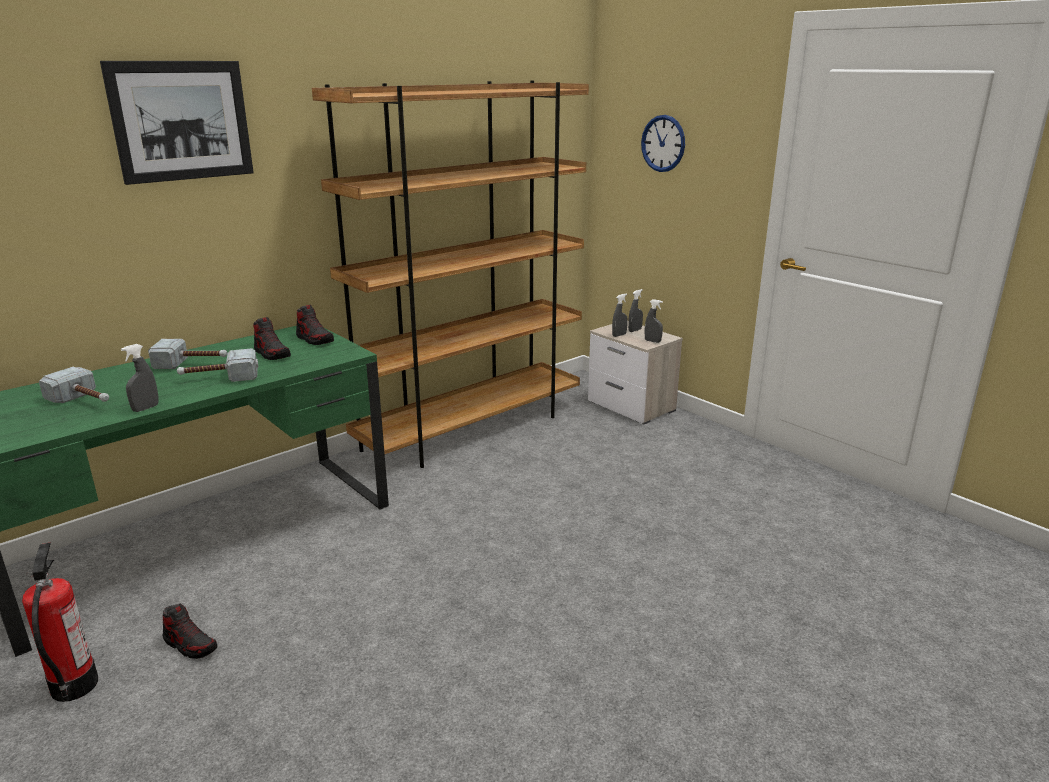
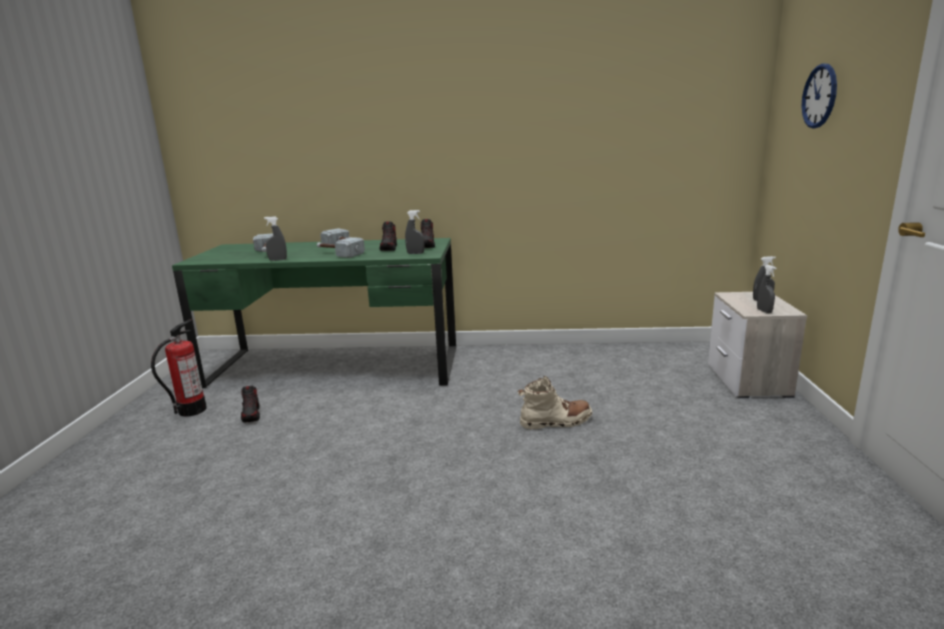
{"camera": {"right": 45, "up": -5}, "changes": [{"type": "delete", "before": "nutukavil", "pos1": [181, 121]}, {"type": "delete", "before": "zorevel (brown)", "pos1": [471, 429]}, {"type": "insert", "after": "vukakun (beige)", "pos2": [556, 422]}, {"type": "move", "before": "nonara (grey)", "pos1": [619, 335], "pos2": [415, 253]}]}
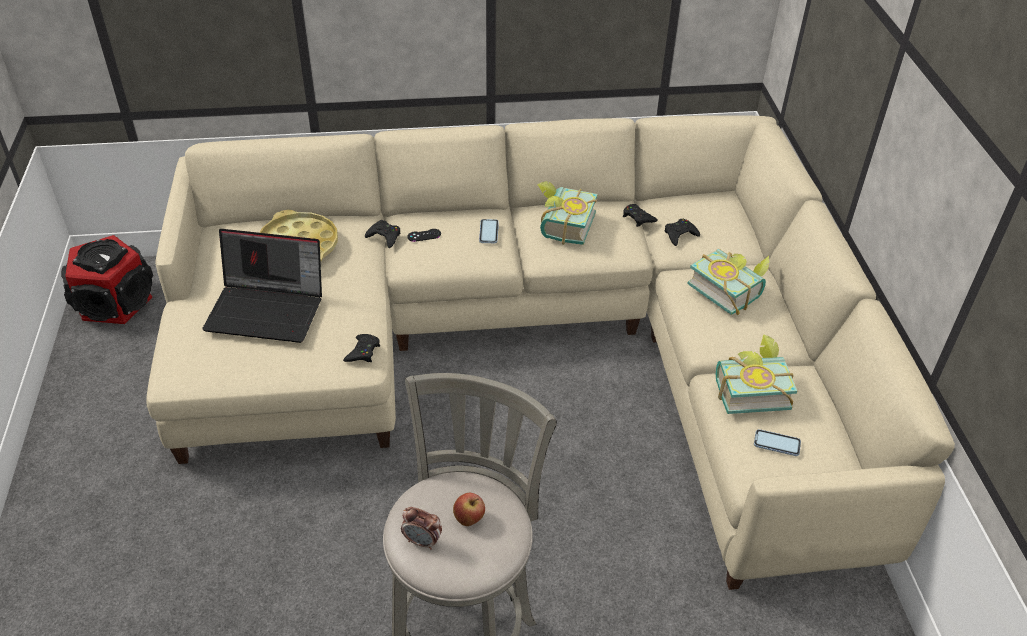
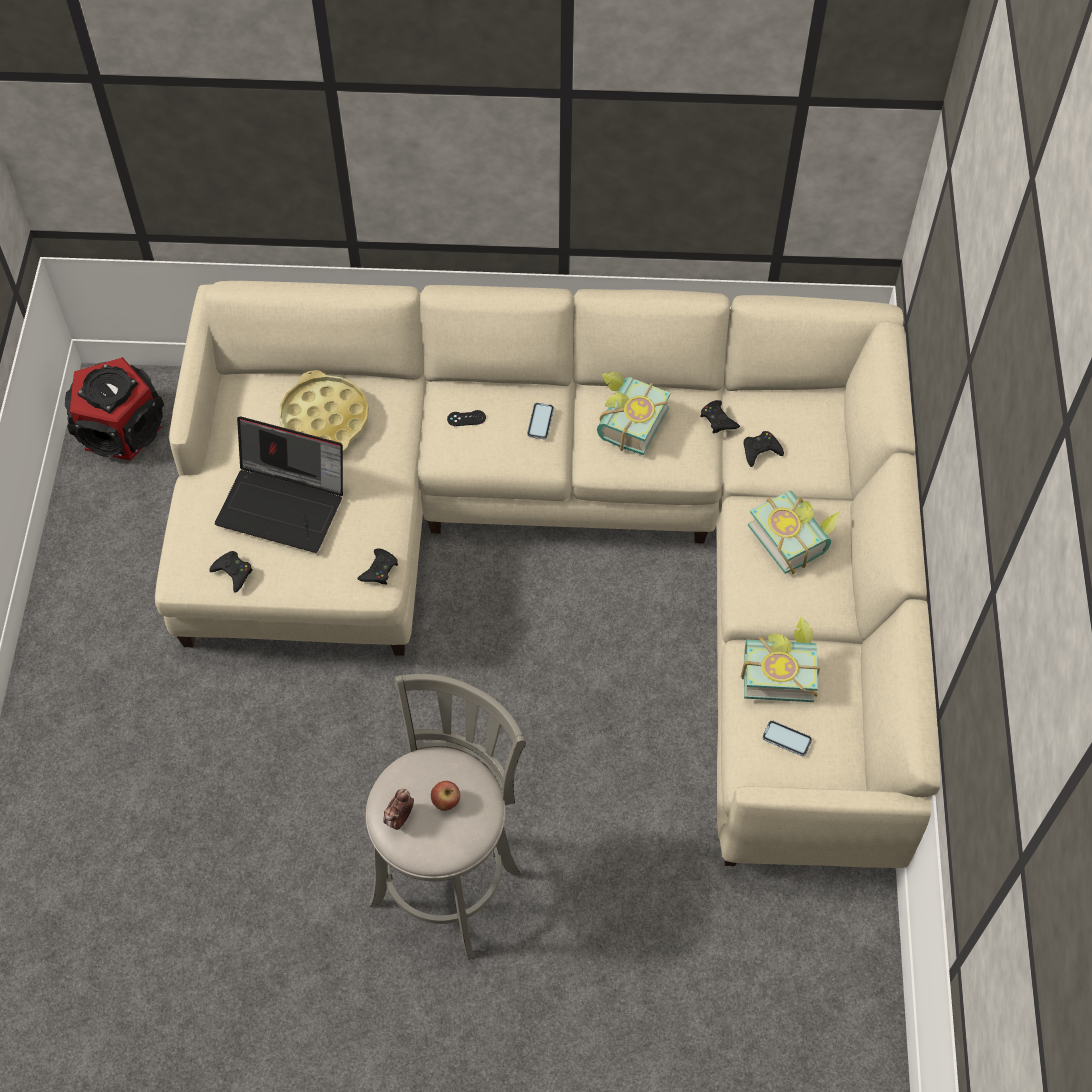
{"camera": {"right": 10, "up": 15}, "changes": [{"type": "move", "before": "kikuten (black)", "pos1": [384, 236], "pos2": [233, 572]}, {"type": "rotate", "before": "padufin", "pos1": [422, 541], "pos2": [400, 819], "turn": 90}]}
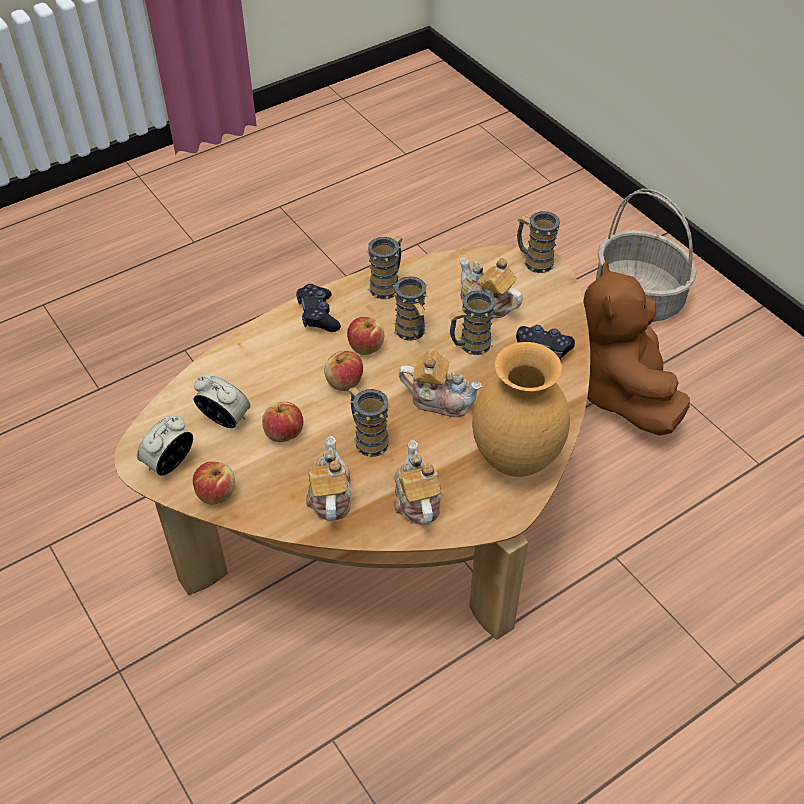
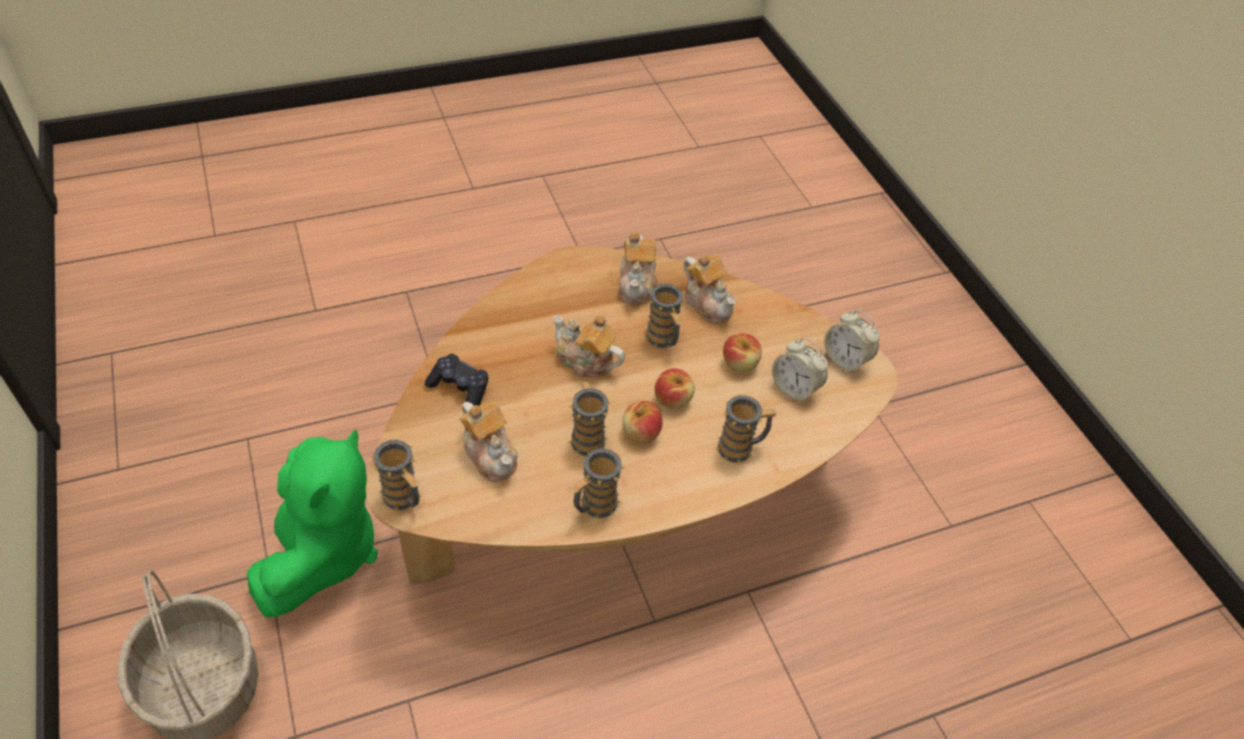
{"camera": {"right": -170, "up": 0}, "changes": [{"type": "delete", "before": "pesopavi", "pos1": [216, 493]}, {"type": "delete", "before": "kikuten (black)", "pos1": [318, 315]}, {"type": "delete", "before": "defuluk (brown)", "pos1": [517, 460]}, {"type": "move", "before": "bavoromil", "pos1": [470, 345], "pos2": [741, 448]}, {"type": "recolor", "before": "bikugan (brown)", "after": "bikugan (green)", "pos1": [621, 391], "pos2": [322, 552]}, {"type": "rotate", "before": "padufin", "pos1": [170, 463], "pos2": [845, 360], "turn": 90}, {"type": "rotate", "before": "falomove", "pos1": [329, 496], "pos2": [708, 303], "turn": -45}]}
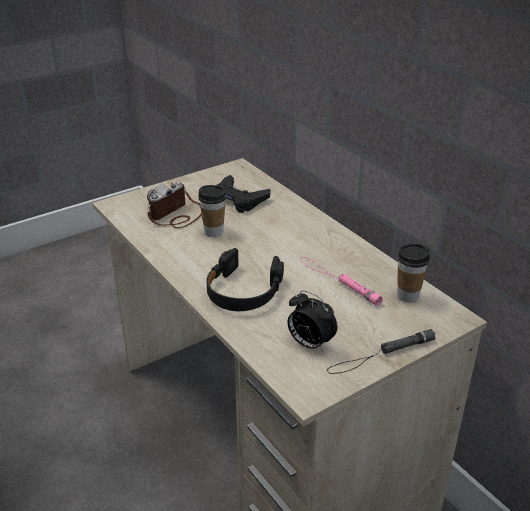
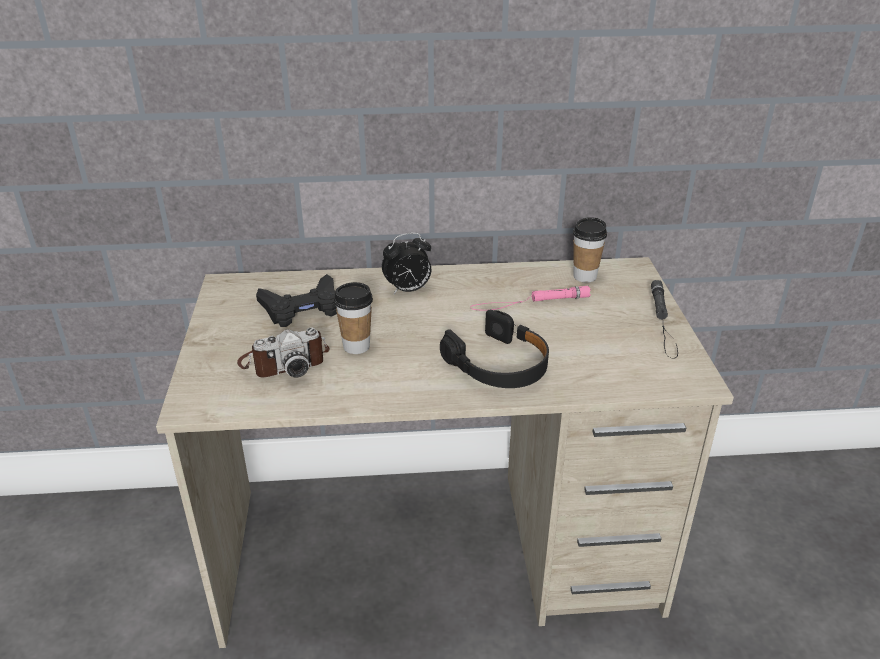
{"camera": {"right": -60, "up": 0}, "changes": [{"type": "move", "before": "padufin", "pos1": [309, 344], "pos2": [408, 290]}, {"type": "rotate", "before": "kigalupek", "pos1": [176, 215], "pos2": [284, 362], "turn": -90}]}
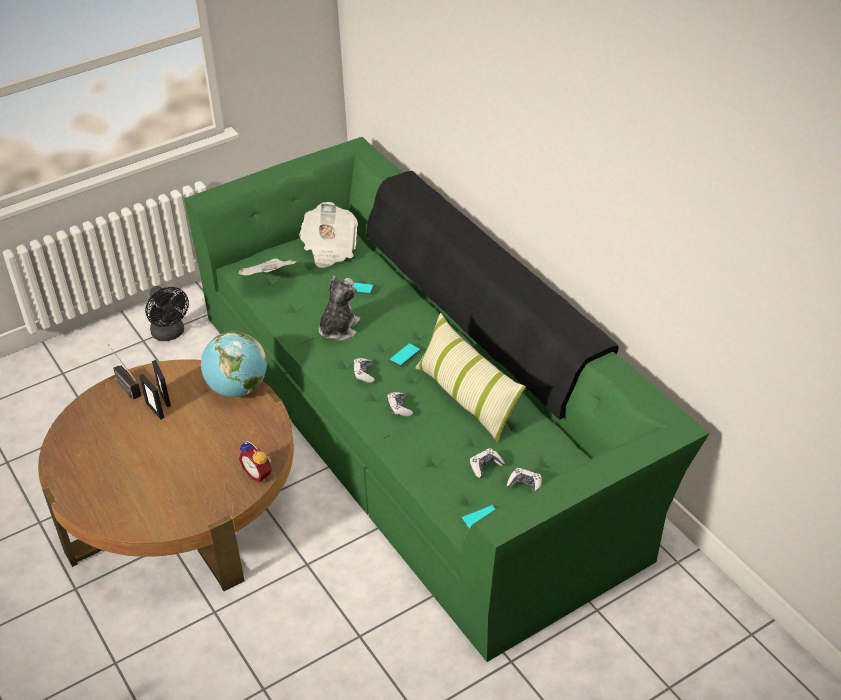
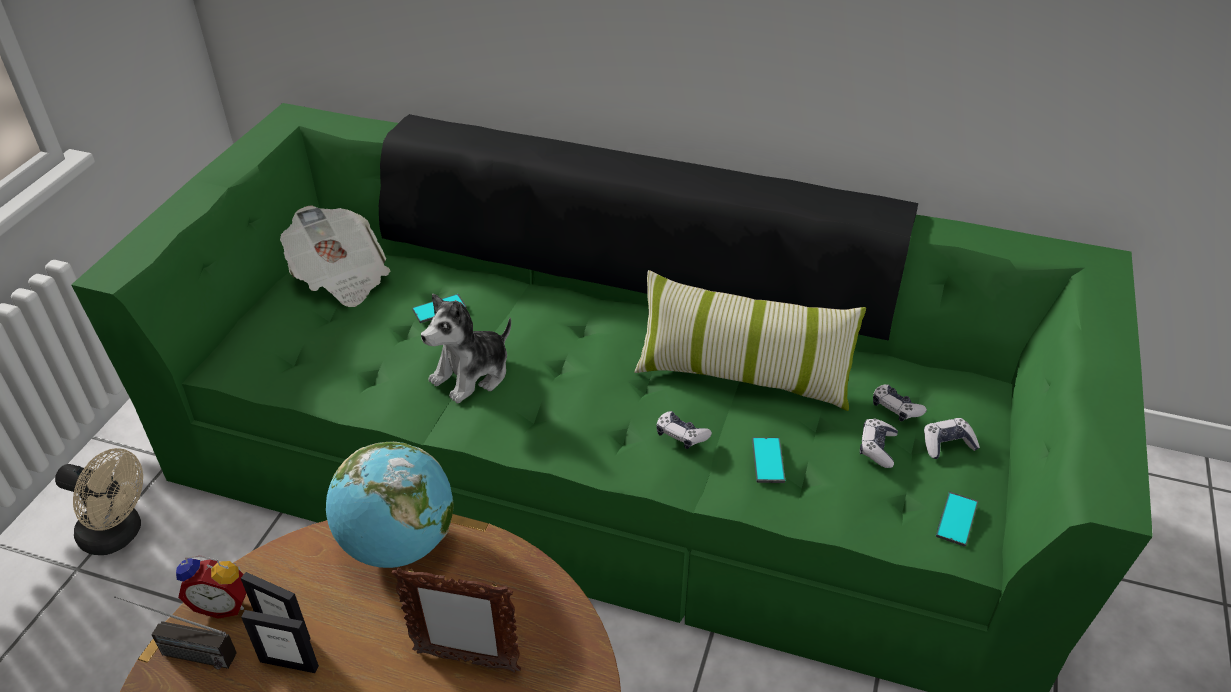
{"camera": {"right": -40, "up": 0}, "changes": [{"type": "delete", "before": "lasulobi", "pos1": [269, 279]}, {"type": "insert", "after": "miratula", "pos2": [466, 661]}, {"type": "move", "before": "padufin", "pos1": [259, 474], "pos2": [224, 603]}, {"type": "move", "before": "kikuten", "pos1": [364, 374], "pos2": [895, 408]}, {"type": "move", "before": "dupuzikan", "pos1": [404, 355], "pos2": [768, 460]}, {"type": "recolor", "before": "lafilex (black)", "after": "lafilex (beige)", "pos1": [170, 334], "pos2": [119, 534]}, {"type": "rotate", "before": "bikugan", "pos1": [338, 329], "pos2": [472, 374], "turn": -120}]}
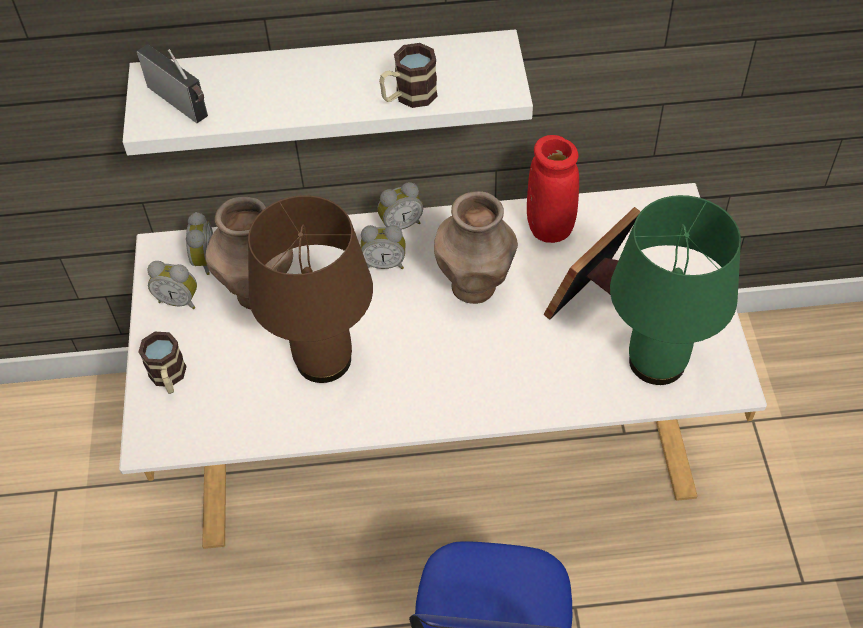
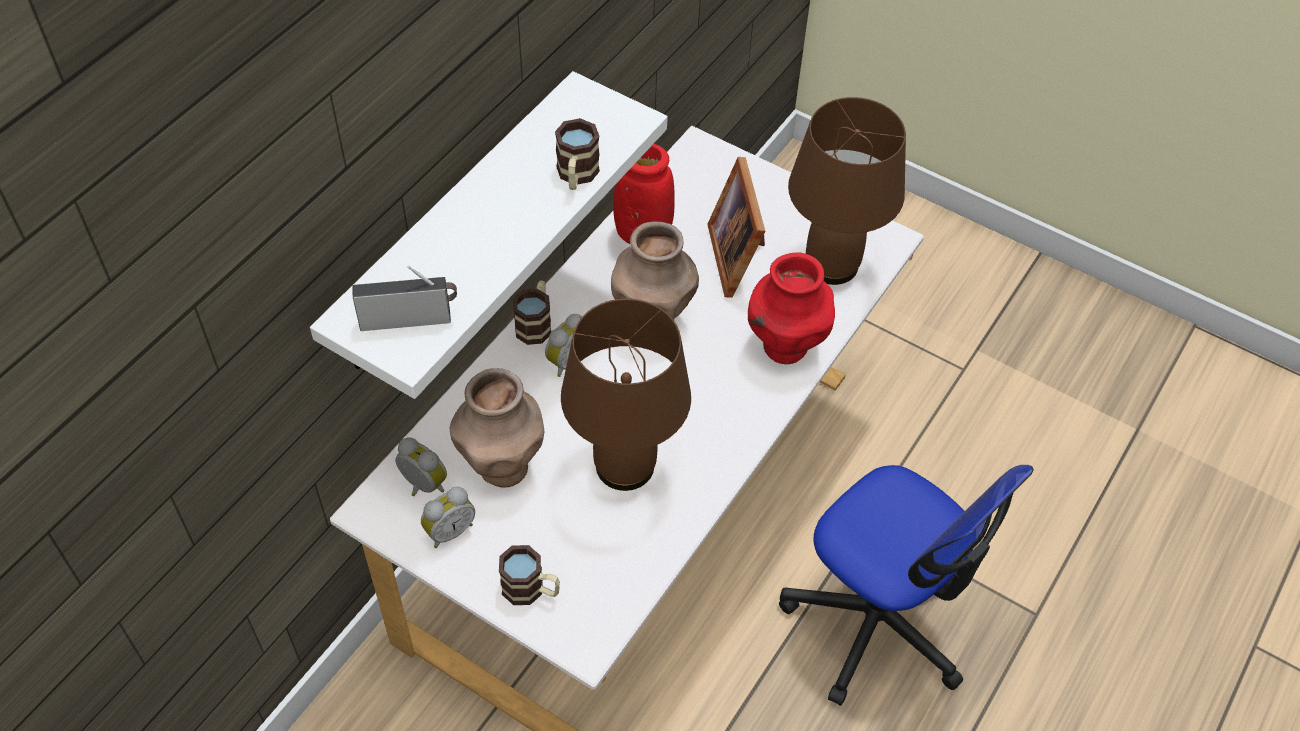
{"camera": {"right": -55, "up": 0}, "changes": [{"type": "insert", "after": "defuluk (red)", "pos2": [785, 347]}, {"type": "replace", "before": "padufin", "after": "bavoromil", "pos1": [400, 224], "pos2": [535, 323]}, {"type": "recolor", "before": "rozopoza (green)", "after": "rozopoza (brown)", "pos1": [657, 360], "pos2": [831, 264]}]}
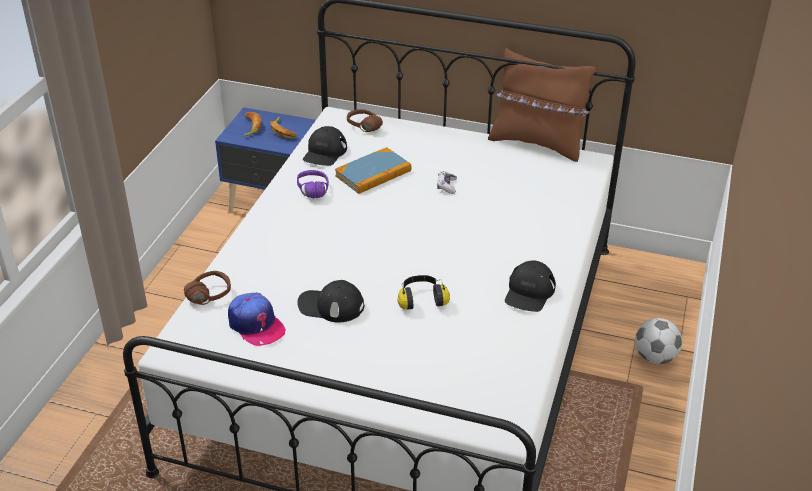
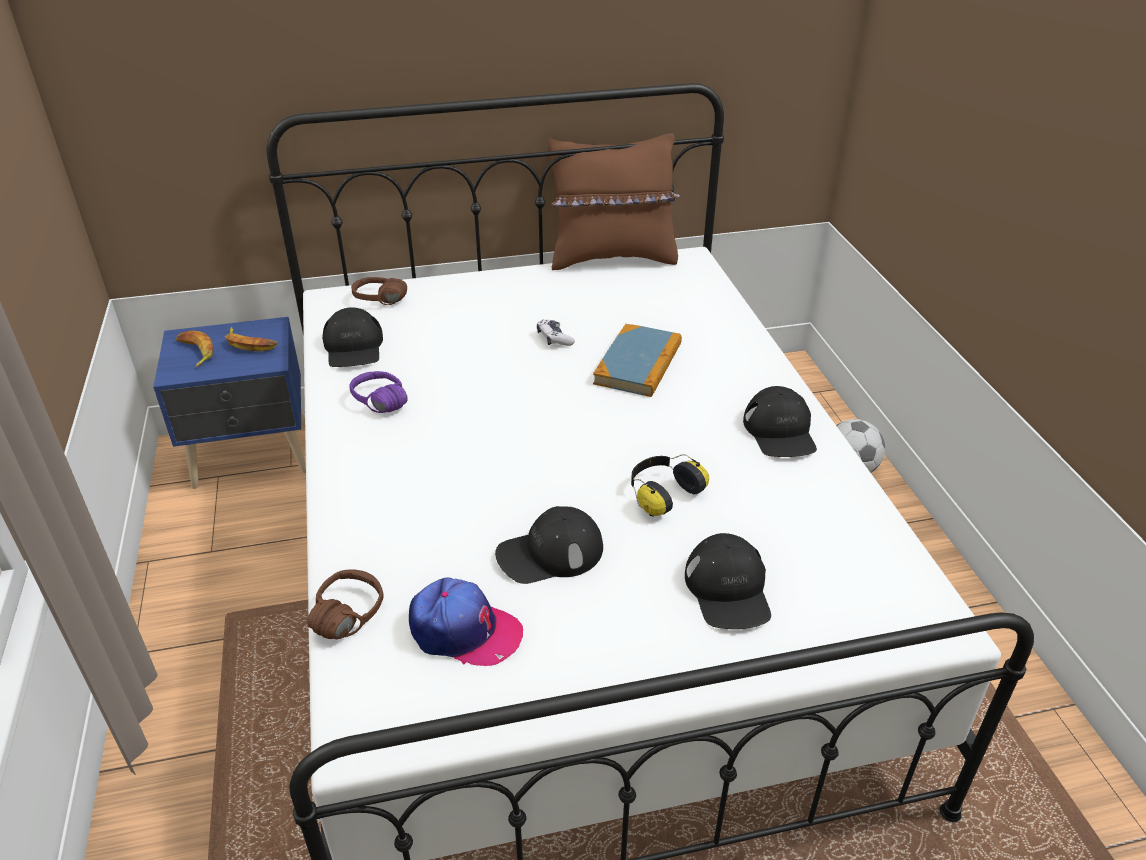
{"camera": {"right": -30, "up": 0}, "changes": [{"type": "insert", "after": "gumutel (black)", "pos2": [728, 590]}, {"type": "move", "before": "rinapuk", "pos1": [373, 173], "pos2": [638, 364]}]}
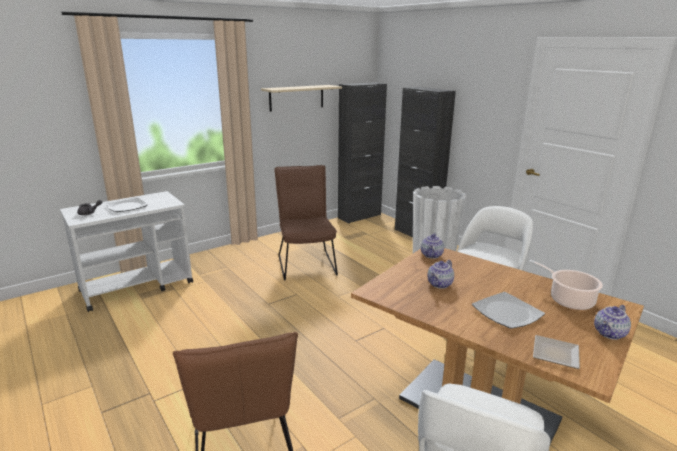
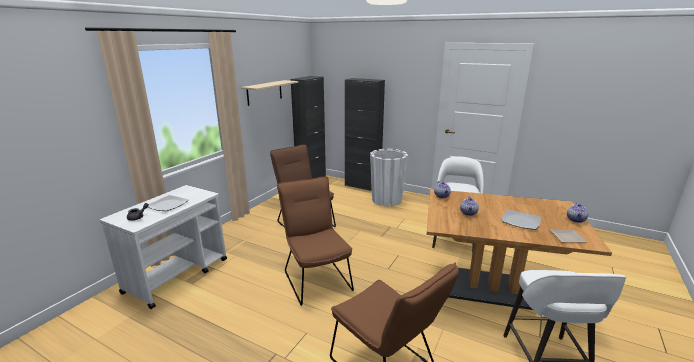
{"camera": {"right": -25, "up": 0}, "changes": [{"type": "delete", "before": "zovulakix", "pos1": [568, 300]}, {"type": "insert", "after": "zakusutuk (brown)", "pos2": [316, 278]}]}
